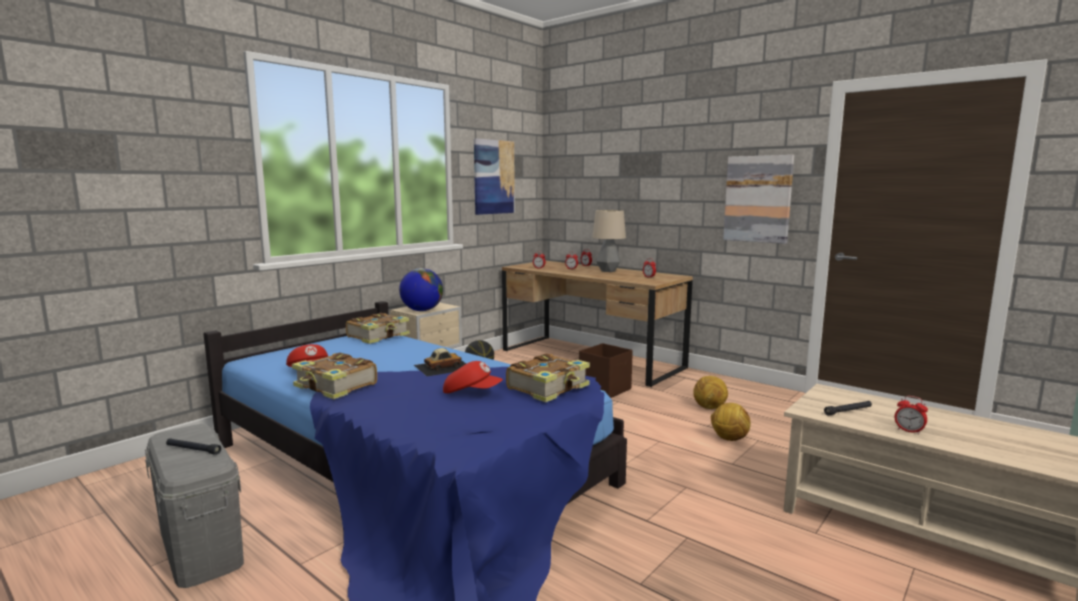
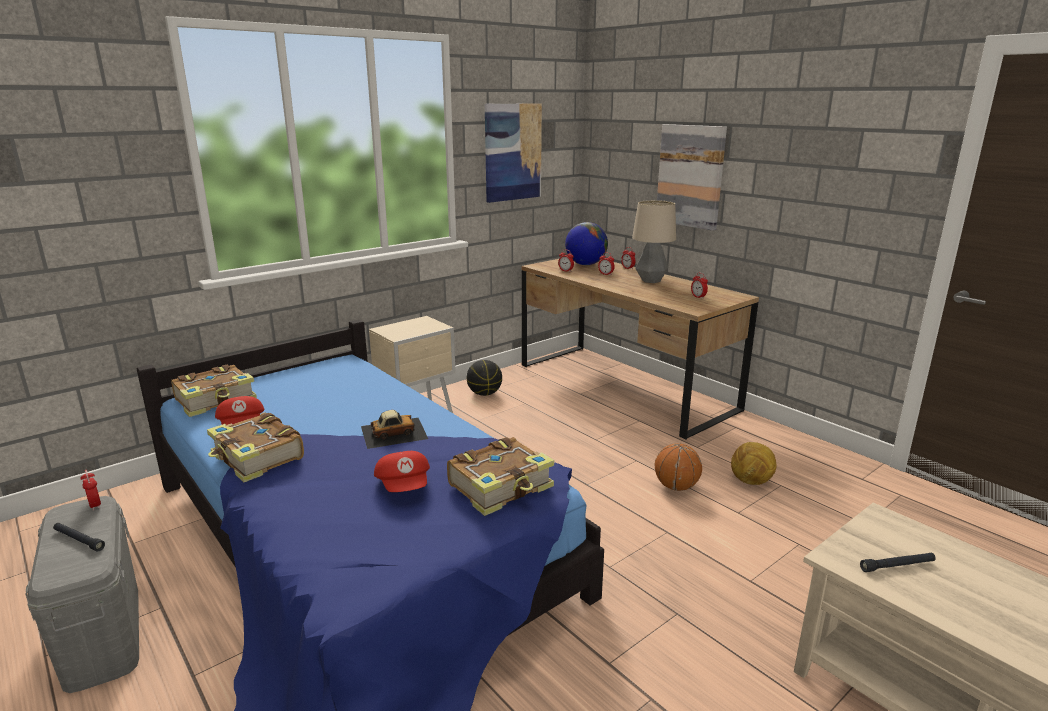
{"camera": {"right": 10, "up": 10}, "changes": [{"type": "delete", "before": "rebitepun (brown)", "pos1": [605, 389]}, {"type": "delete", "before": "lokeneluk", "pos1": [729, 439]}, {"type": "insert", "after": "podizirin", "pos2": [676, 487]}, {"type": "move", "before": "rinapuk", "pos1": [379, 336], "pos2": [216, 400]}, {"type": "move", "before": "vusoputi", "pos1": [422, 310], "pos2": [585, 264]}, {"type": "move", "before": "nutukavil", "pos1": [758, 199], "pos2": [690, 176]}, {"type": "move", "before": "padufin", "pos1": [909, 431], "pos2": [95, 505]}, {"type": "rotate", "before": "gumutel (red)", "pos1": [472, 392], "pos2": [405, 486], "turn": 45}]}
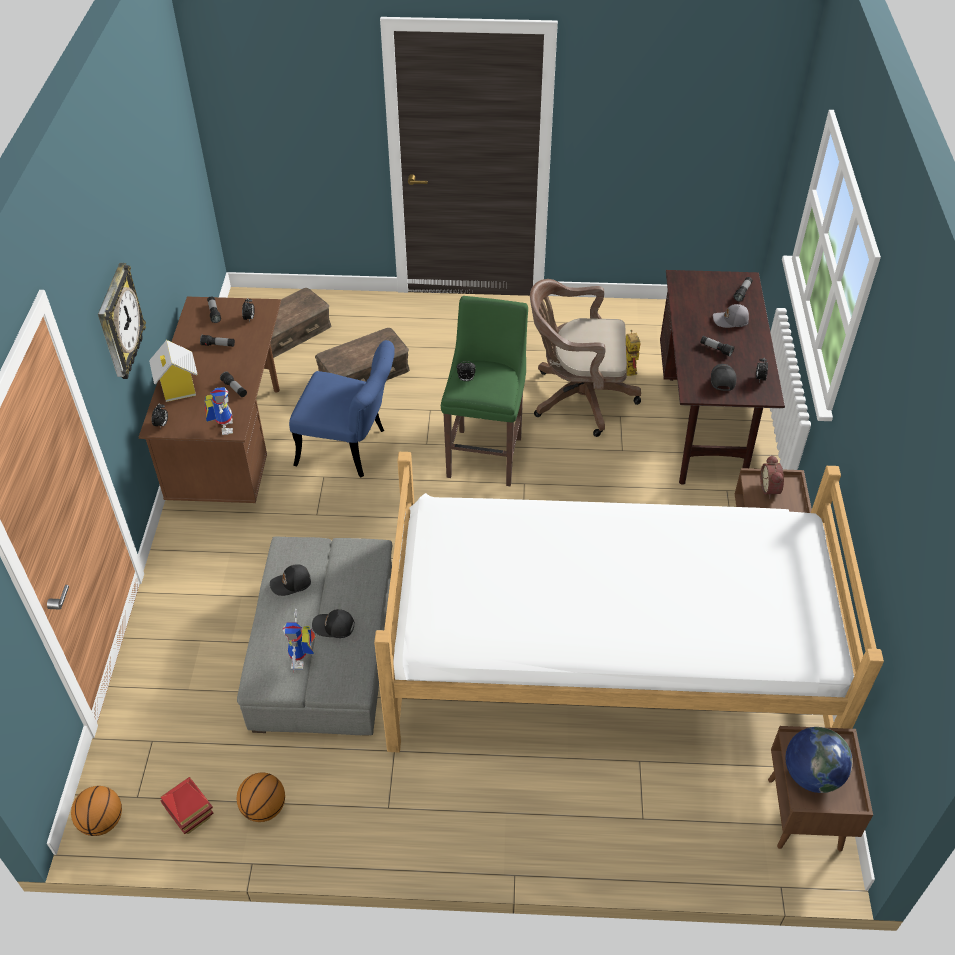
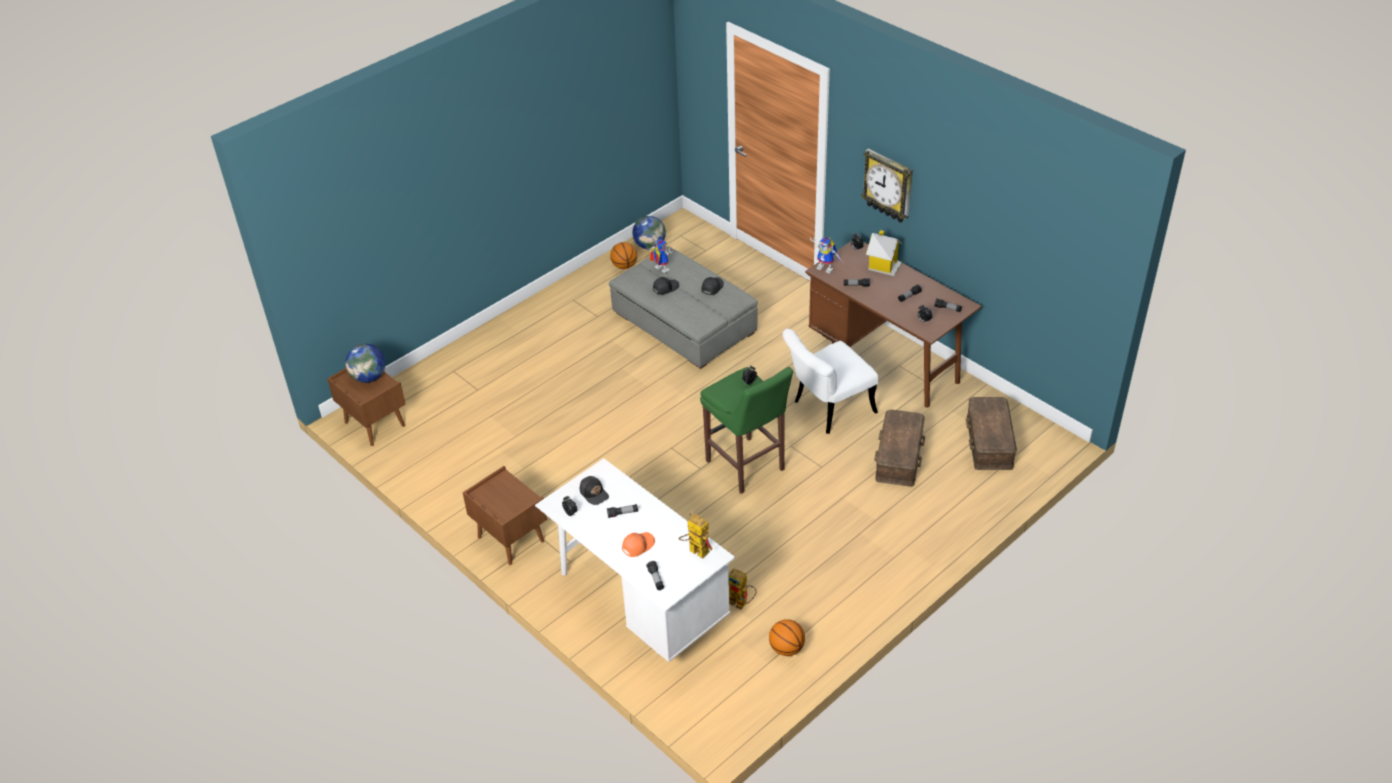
{"camera": {"right": 135, "up": -5}, "changes": [{"type": "delete", "before": "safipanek", "pos1": [606, 663]}, {"type": "delete", "before": "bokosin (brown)", "pos1": [577, 398]}, {"type": "delete", "before": "padufin", "pos1": [771, 489]}, {"type": "insert", "after": "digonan", "pos2": [695, 550]}, {"type": "move", "before": "podizirin", "pos1": [102, 821], "pos2": [786, 649]}, {"type": "replace", "before": "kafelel", "after": "vusoputi", "pos1": [191, 815], "pos2": [650, 246]}, {"type": "recolor", "before": "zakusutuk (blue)", "after": "zakusutuk (white)", "pos1": [350, 448], "pos2": [827, 410]}, {"type": "recolor", "before": "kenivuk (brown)", "after": "kenivuk (white)", "pos1": [704, 420], "pos2": [639, 603]}, {"type": "recolor", "before": "gumutel (grey)", "after": "gumutel (orange)", "pos1": [730, 321], "pos2": [637, 545]}]}
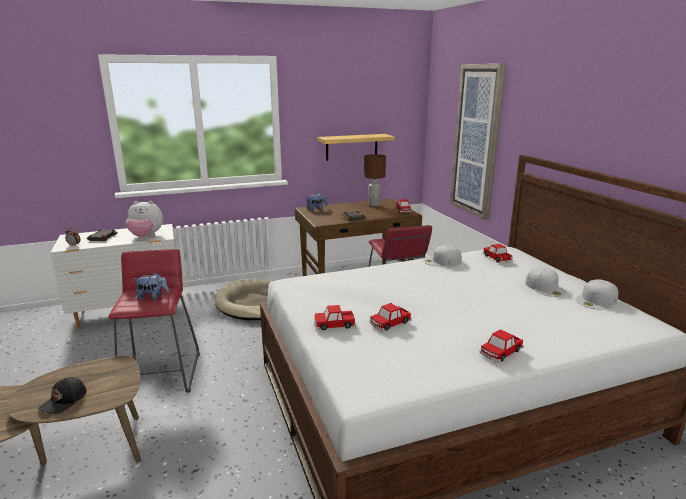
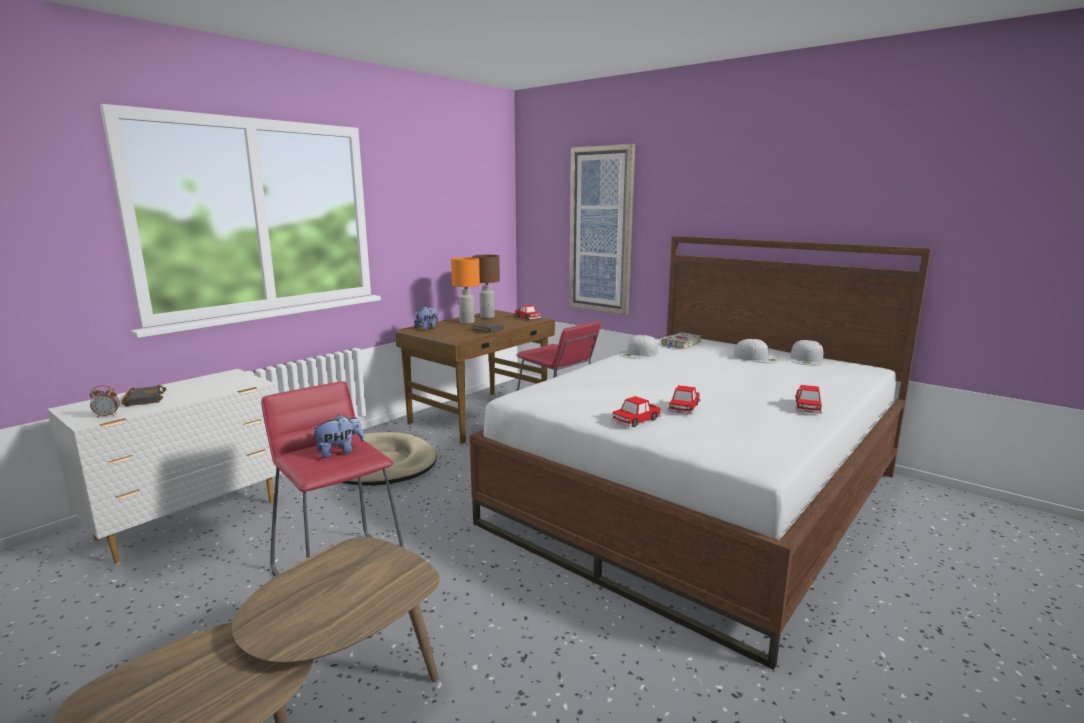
{"camera": {"right": -30, "up": -5}, "changes": [{"type": "delete", "before": "gumutel (black)", "pos1": [64, 401]}, {"type": "delete", "before": "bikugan", "pos1": [146, 236]}, {"type": "delete", "before": "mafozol", "pos1": [351, 147]}, {"type": "insert", "after": "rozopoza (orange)", "pos2": [467, 322]}, {"type": "replace", "before": "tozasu", "after": "rinapuk (grey)", "pos1": [496, 258], "pos2": [681, 343]}]}
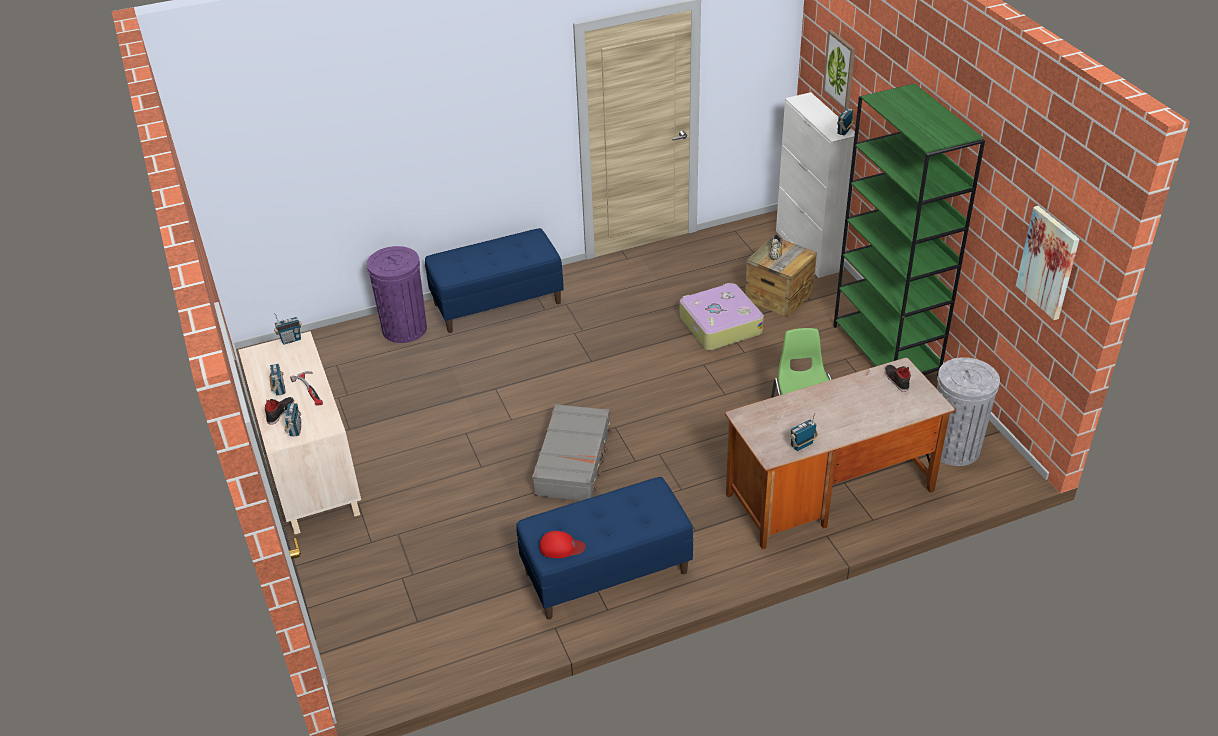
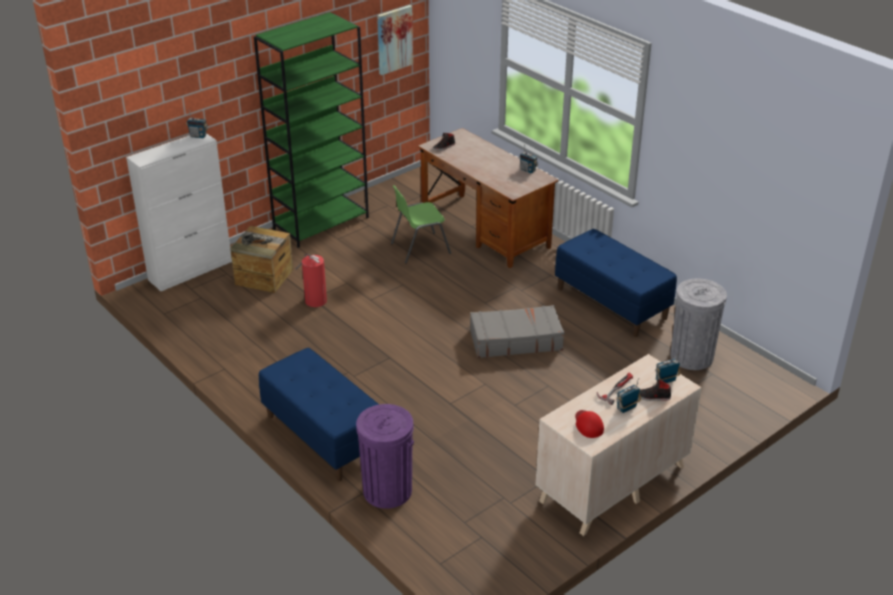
{"camera": {"right": -110, "up": -5}, "changes": [{"type": "delete", "before": "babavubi", "pos1": [291, 339]}, {"type": "delete", "before": "nutukavil", "pos1": [840, 69]}, {"type": "move", "before": "gumutel (red)", "pos1": [561, 547], "pos2": [588, 425]}, {"type": "move", "before": "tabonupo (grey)", "pos1": [954, 448], "pos2": [691, 356]}, {"type": "replace", "before": "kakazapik", "after": "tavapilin", "pos1": [719, 325], "pos2": [315, 300]}]}
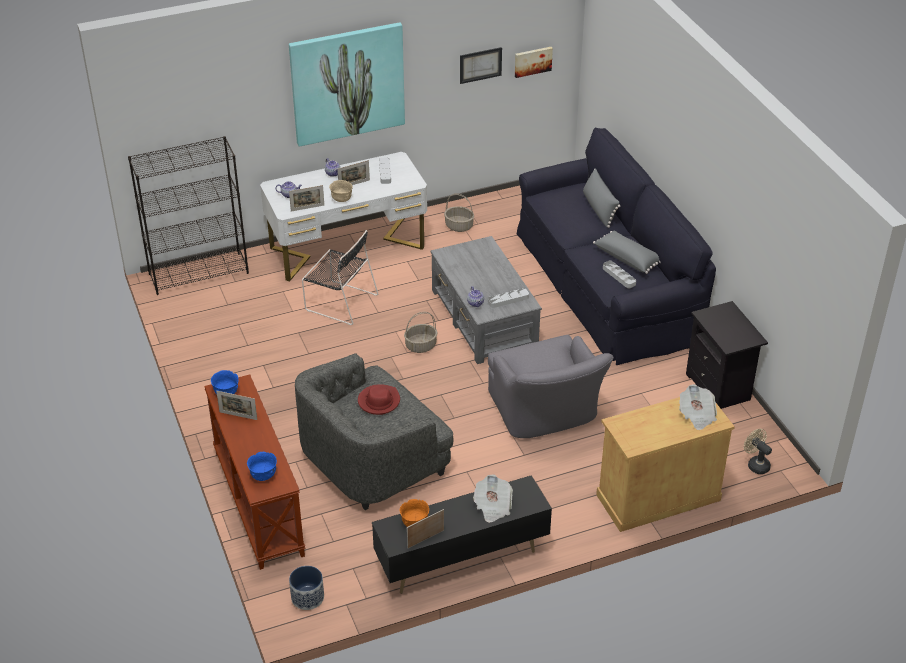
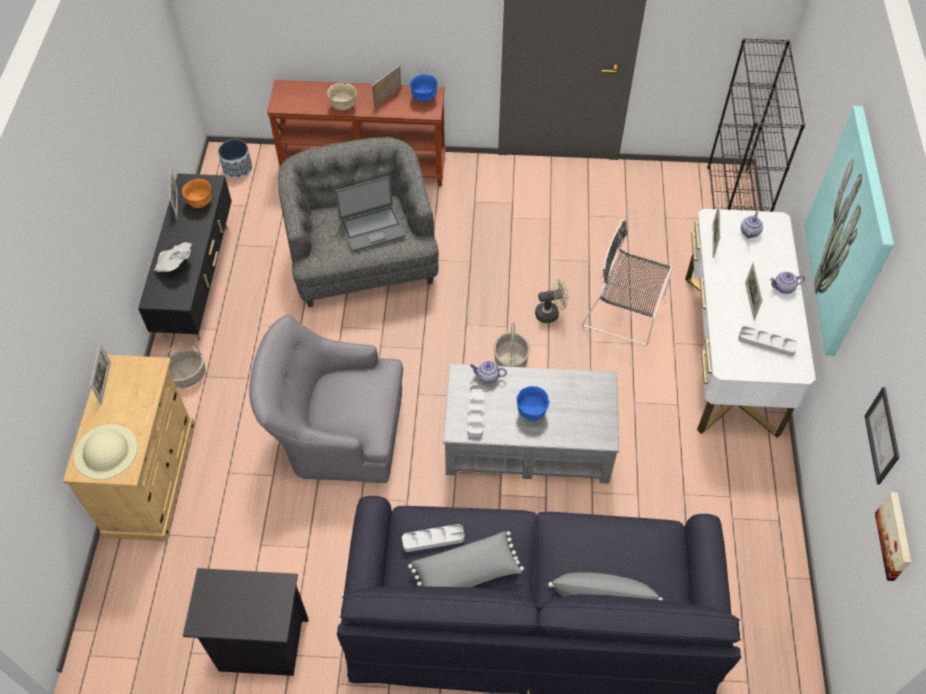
{"camera": {"right": 115, "up": 15}, "changes": [{"type": "insert", "after": "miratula", "pos2": [105, 383]}, {"type": "move", "before": "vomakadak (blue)", "pos1": [263, 475], "pos2": [531, 412]}, {"type": "move", "before": "vomakadak (beige)", "pos1": [341, 199], "pos2": [343, 106]}, {"type": "move", "before": "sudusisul", "pos1": [459, 226], "pos2": [187, 376]}, {"type": "move", "before": "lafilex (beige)", "pos1": [755, 464], "pos2": [550, 313]}, {"type": "replace", "before": "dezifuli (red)", "after": "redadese", "pos1": [379, 401], "pos2": [372, 228]}, {"type": "replace", "before": "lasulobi", "after": "dezifuli (beige)", "pos1": [697, 415], "pos2": [106, 451]}, {"type": "rotate", "before": "zakusutuk (black)", "pos1": [339, 302], "pos2": [626, 312], "turn": 60}]}
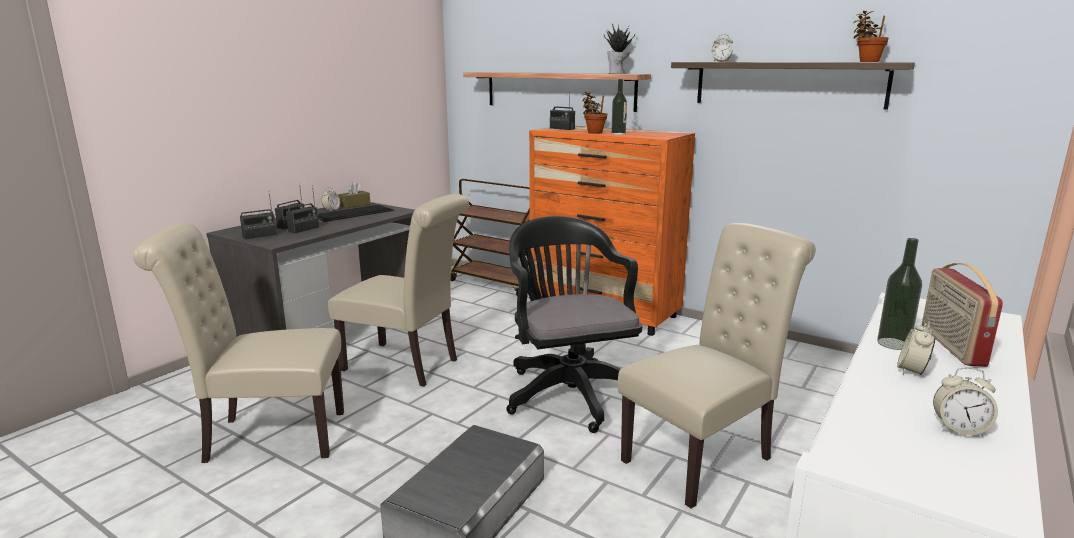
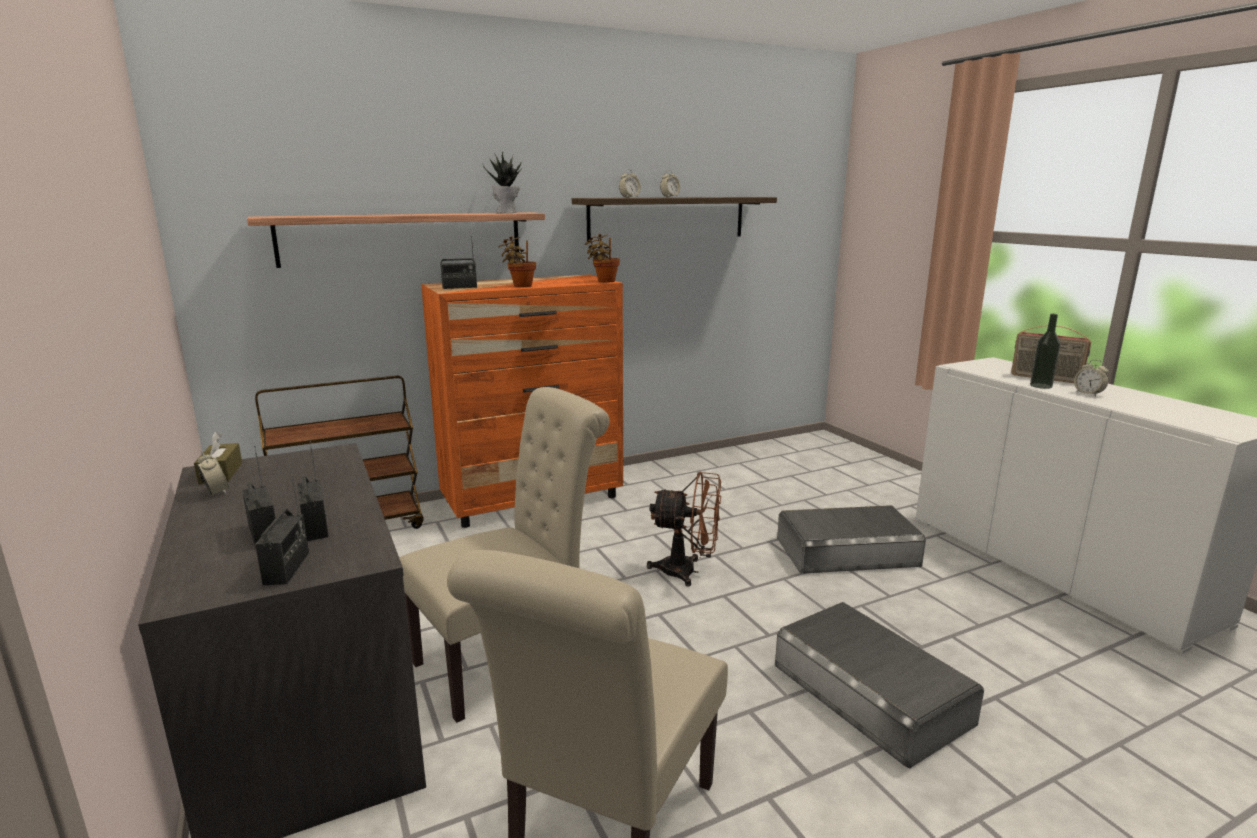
{"camera": {"right": -60, "up": 0}, "changes": [{"type": "delete", "before": "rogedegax", "pos1": [354, 213]}, {"type": "delete", "before": "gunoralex", "pos1": [618, 134]}, {"type": "move", "before": "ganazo", "pos1": [866, 62], "pos2": [604, 281]}, {"type": "move", "before": "padufin", "pos1": [959, 429], "pos2": [670, 197]}, {"type": "replace", "before": "bokosin (black)", "after": "lafilex (brown)", "pos1": [569, 391], "pos2": [687, 571]}, {"type": "replace", "before": "zakusutuk (beige)", "after": "rebitepun (grey)", "pos1": [704, 457], "pos2": [846, 551]}]}
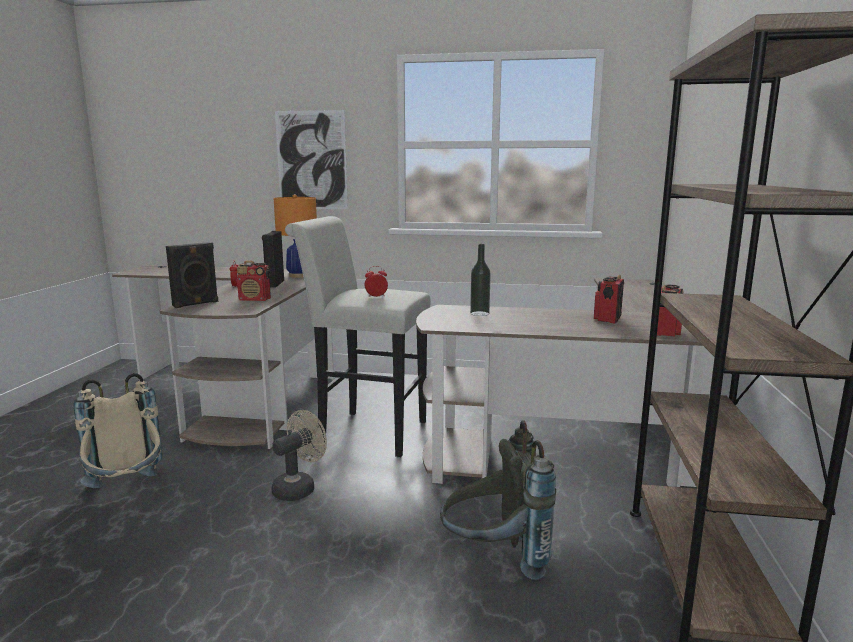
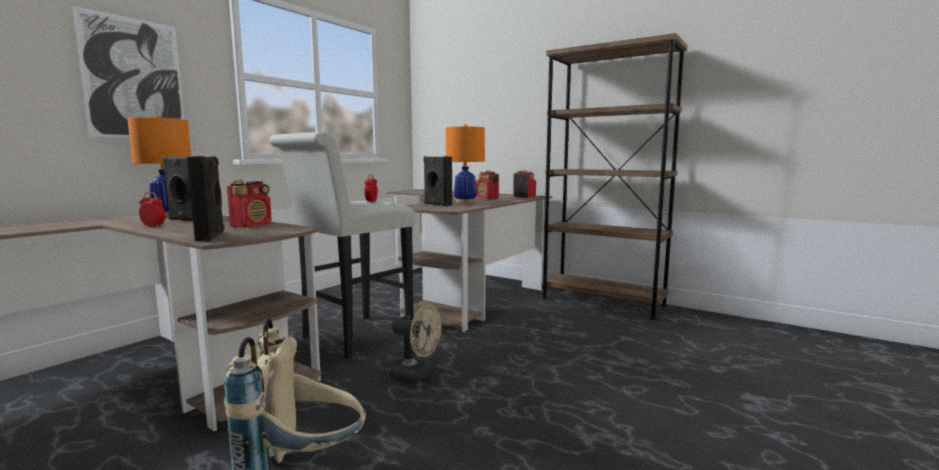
{"camera": {"right": -65, "up": -5}, "changes": [{"type": "delete", "before": "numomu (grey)", "pos1": [494, 559]}, {"type": "insert", "after": "rozopoza (orange)", "pos2": [465, 202]}, {"type": "replace", "before": "gunoralex", "after": "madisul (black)", "pos1": [479, 313], "pos2": [437, 204]}, {"type": "rotate", "before": "lafilex (beige)", "pos1": [299, 487], "pos2": [416, 376], "turn": 135}]}
